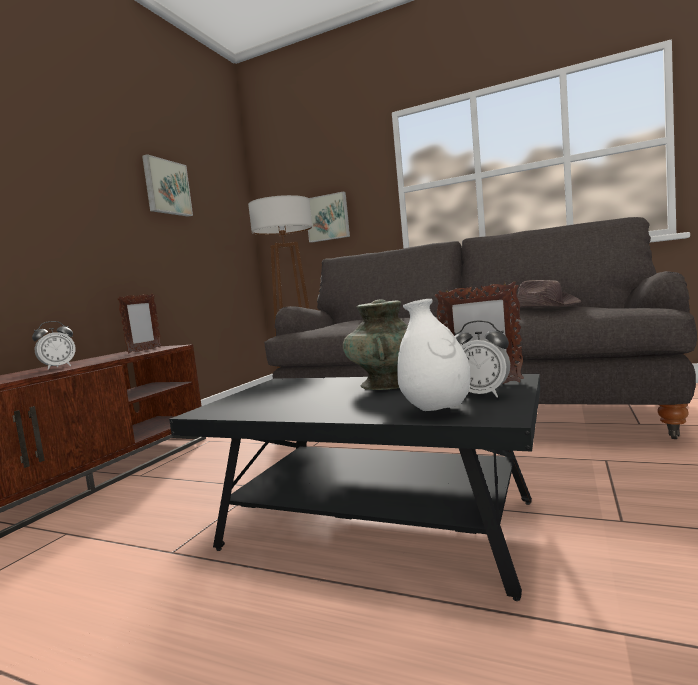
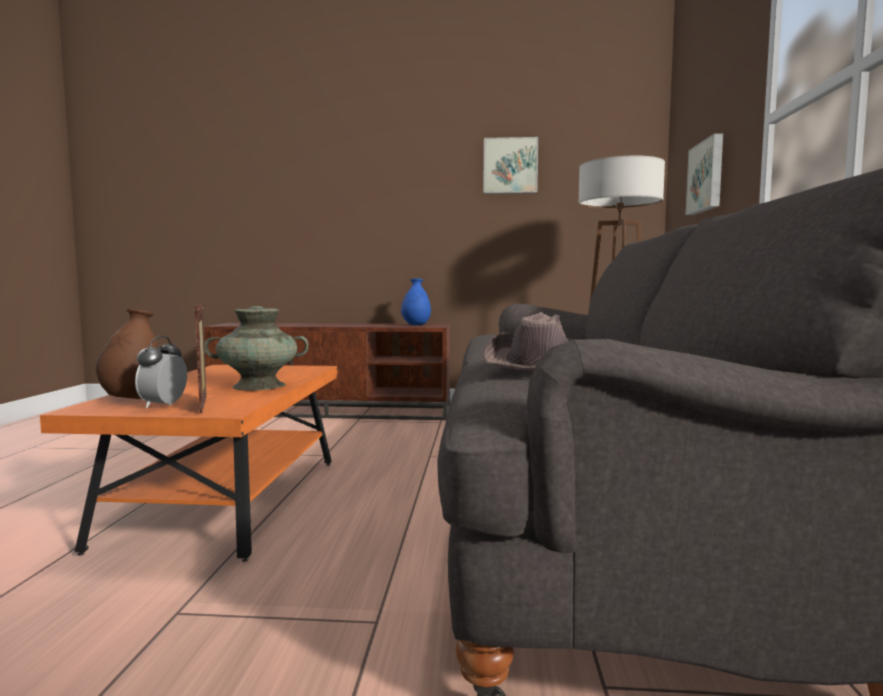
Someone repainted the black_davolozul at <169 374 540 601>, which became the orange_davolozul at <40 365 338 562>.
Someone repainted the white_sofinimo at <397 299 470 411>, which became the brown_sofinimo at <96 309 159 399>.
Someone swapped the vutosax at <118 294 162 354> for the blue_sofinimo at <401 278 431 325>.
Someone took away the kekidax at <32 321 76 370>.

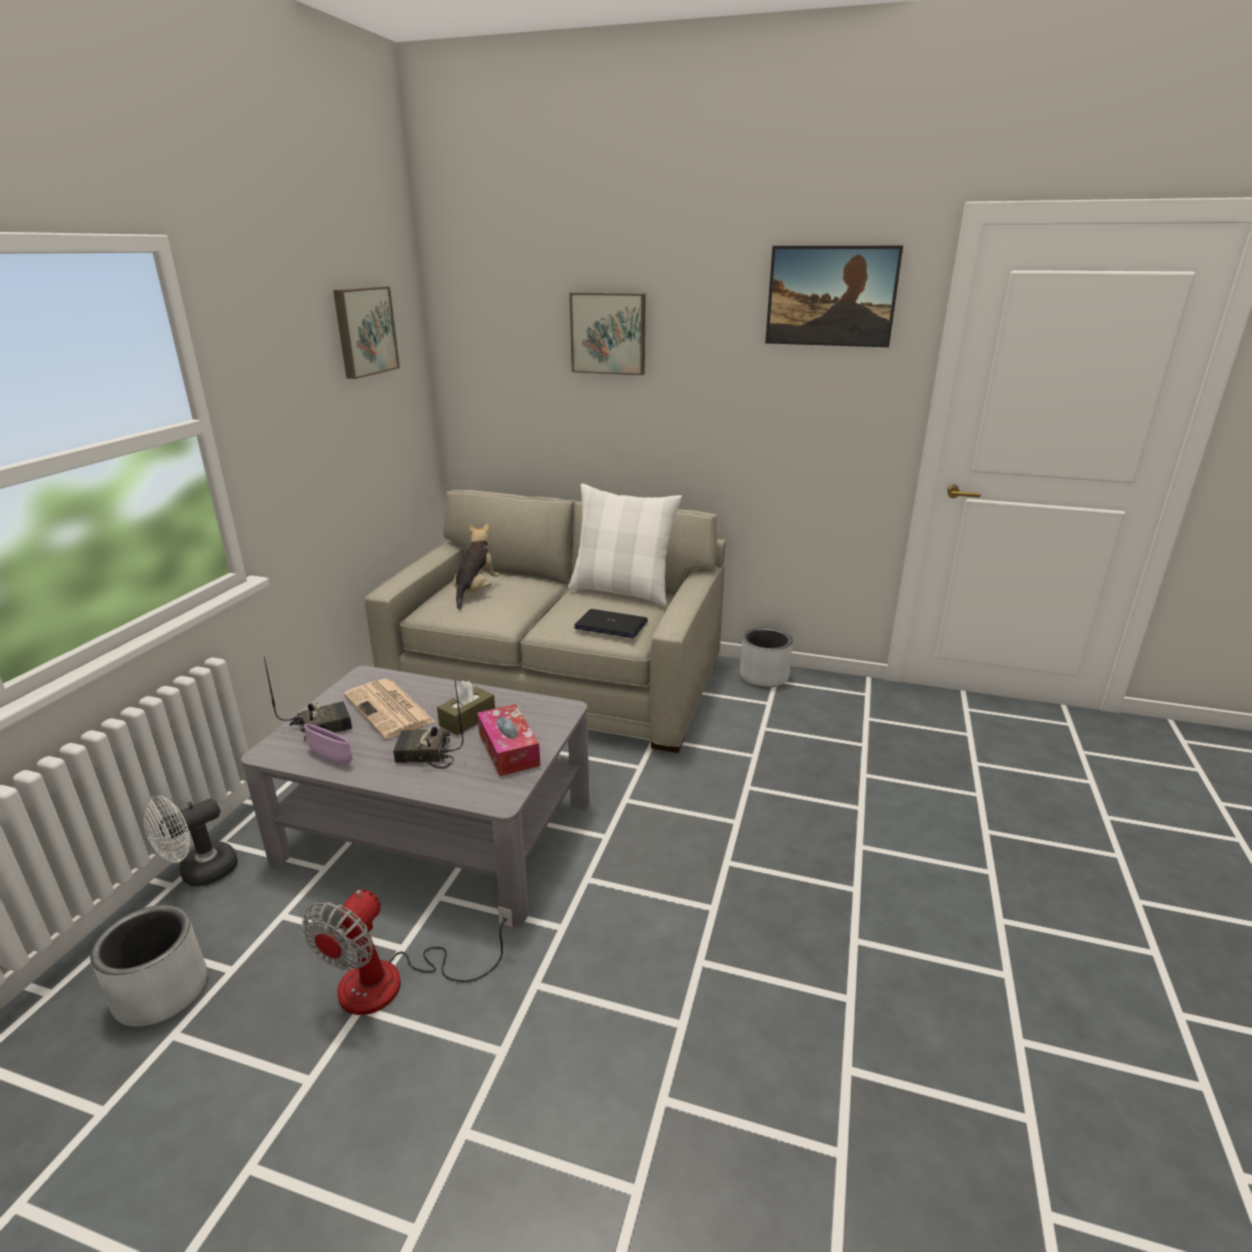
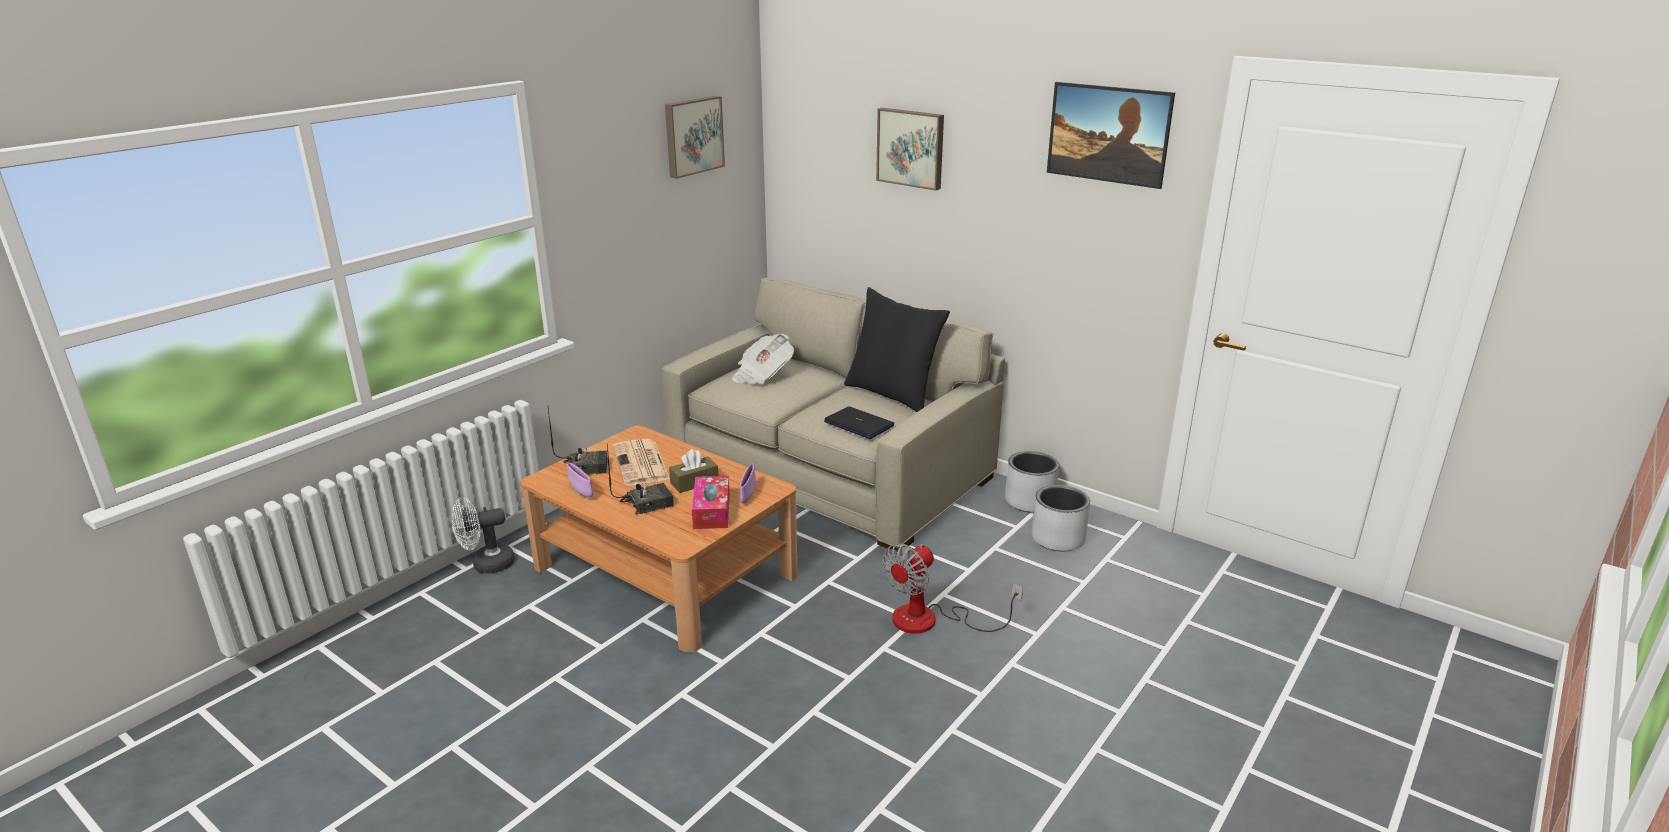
Someone repainted the grey_davolozul at <241 666 589 927>, which became the brown_davolozul at <521 426 797 653>.
Someone rotated the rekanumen at <393 682 464 769> by 135 degrees clockwise.
Someone swapped the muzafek at <454 524 499 610> for the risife at <732 334 794 385>.
Someone put down the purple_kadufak at <740 463 756 503>.
Someone repainted the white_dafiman at <568 484 682 606>, which became the black_dafiman at <844 287 950 412>.
Someone carried the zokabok from <302 889 513 1015> to <882 544 1023 634>.
Someone carried the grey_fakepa from <90 905 207 1027> to <1032 485 1090 551>.

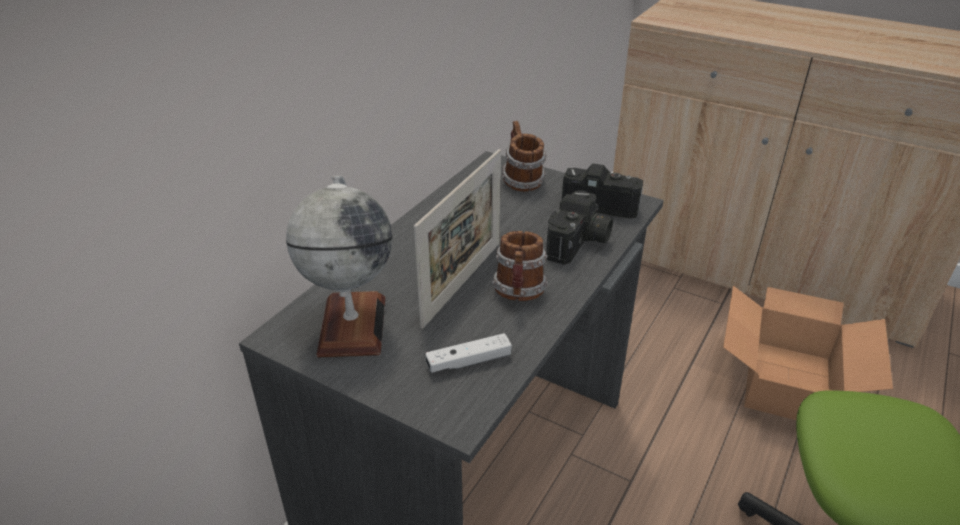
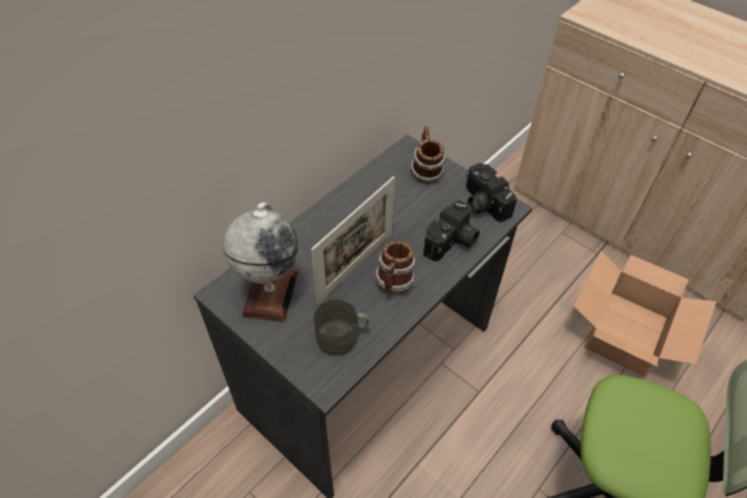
Someone swapped the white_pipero at <425 333 512 373> for the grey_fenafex at <314 300 370 356>.
Someone rotated the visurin at <562 163 643 218> by 150 degrees counterclockwise.

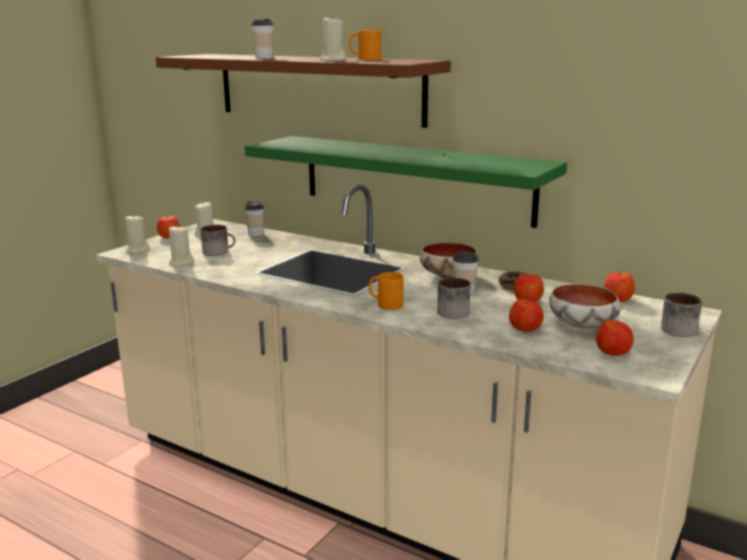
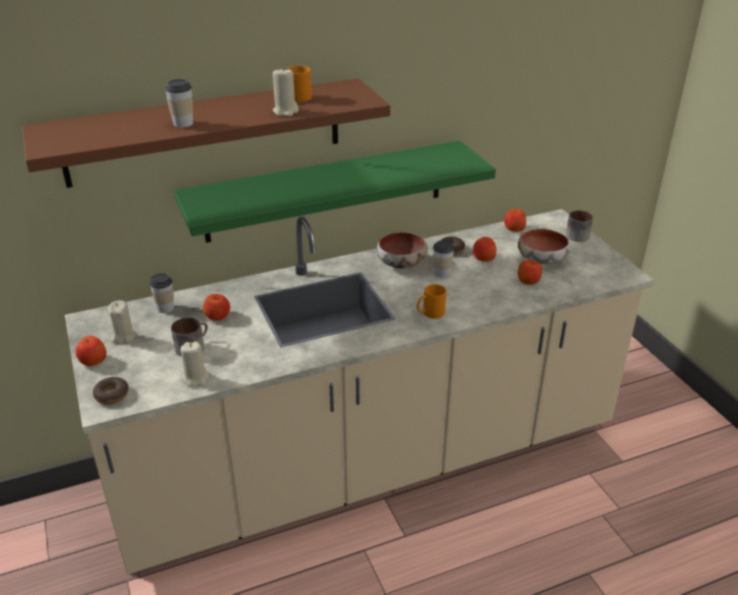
Someone swapped the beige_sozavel at <125 214 150 254> for the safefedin at <93 377 129 404>.
Someone carried the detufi from <596 319 634 356> to <203 294 230 321>.
Someone took away the fenafex at <437 277 471 319>.

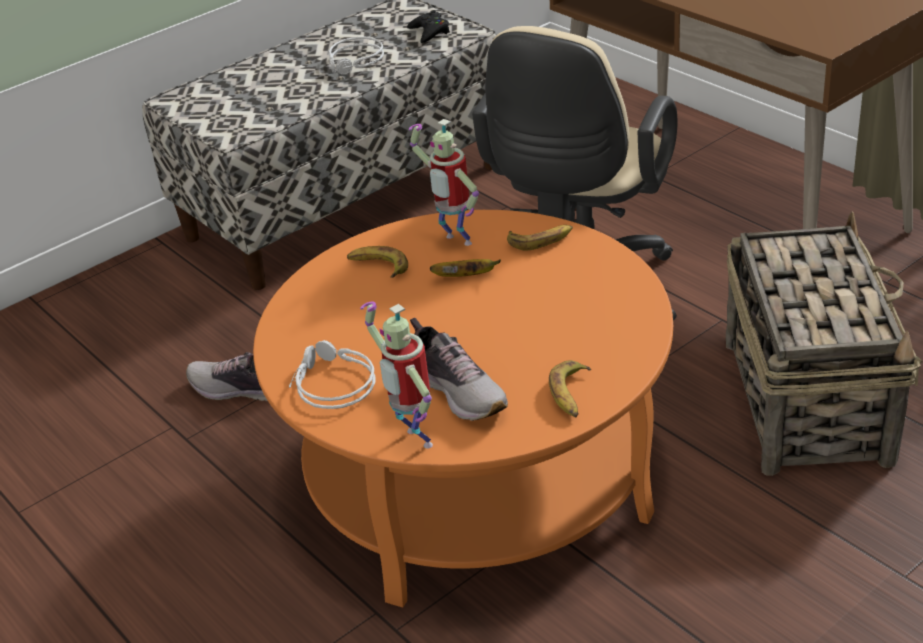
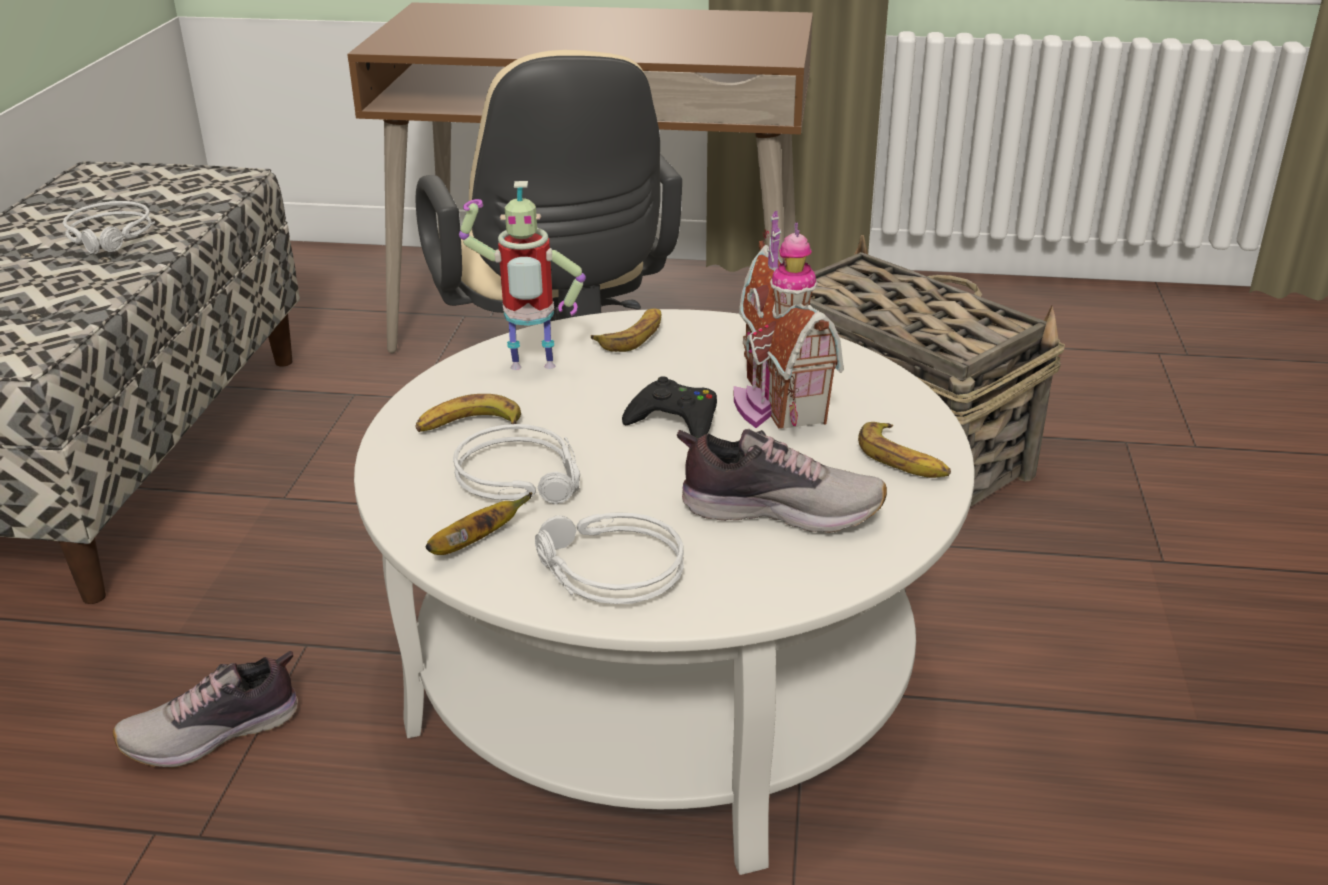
Someone repainted the orange_davolozul at <253 210 673 608>, which became the white_davolozul at <354 309 975 875>.
Someone carried the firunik from <430 259 501 277> to <426 492 533 555>.
Someone put down the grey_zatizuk at <453 424 580 504>.
Someone carried the black_pipero from <407 10 450 43> to <622 376 717 438>.
Someone put down the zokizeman at <734 211 844 429>.
Someone took away the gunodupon at <360 302 433 449>.

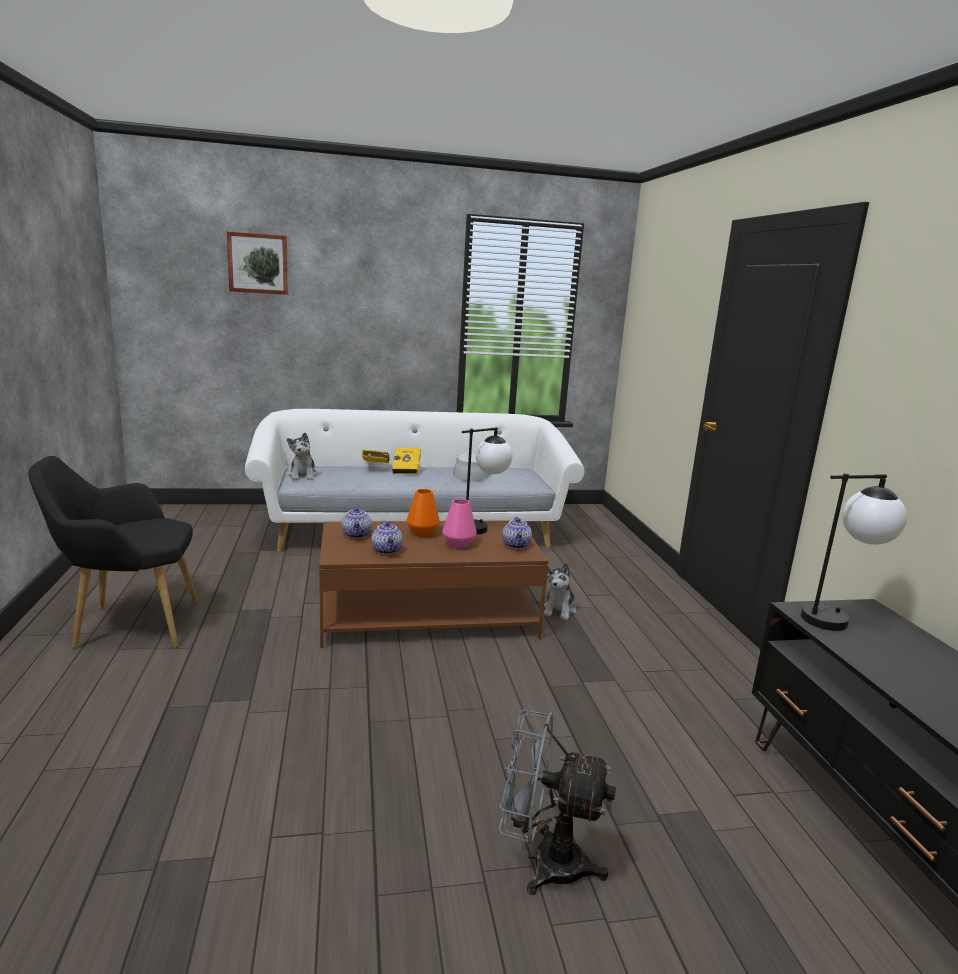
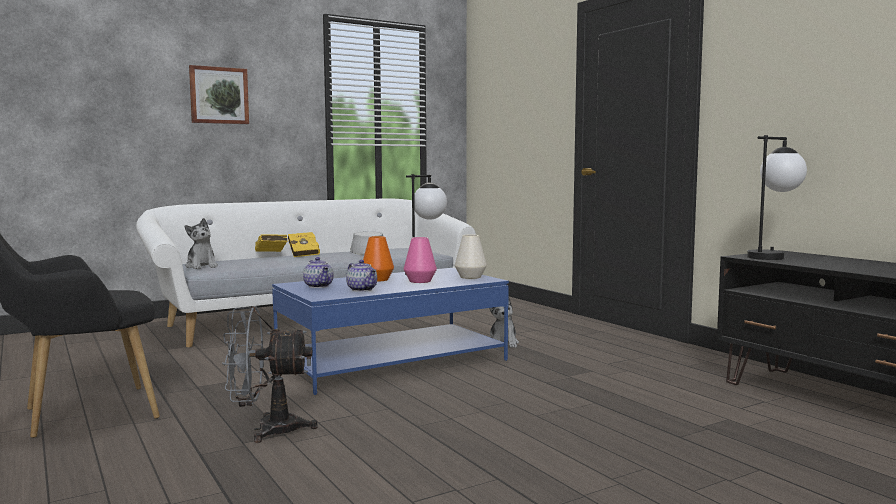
Someone carried the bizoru from <227 232 288 295> to <189 65 249 124>.
Someone carried the grey_zokabok from <499 710 616 895> to <222 306 318 443>.
Someone repainted the brown_davolozul at <319 521 549 648>, which became the blue_davolozul at <272 268 509 395>.
Someone swapped the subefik at <502 517 532 549> for the white_sofinimo at <455 234 487 279>.

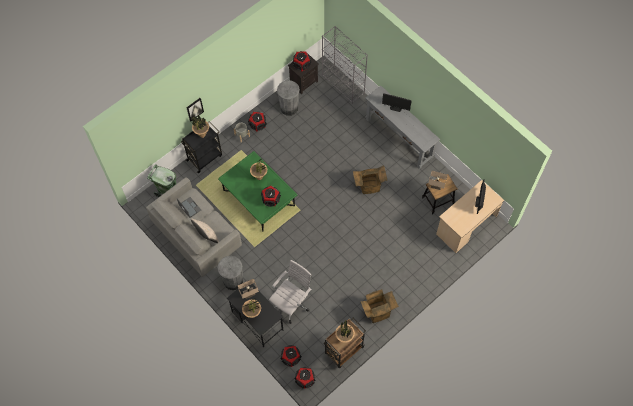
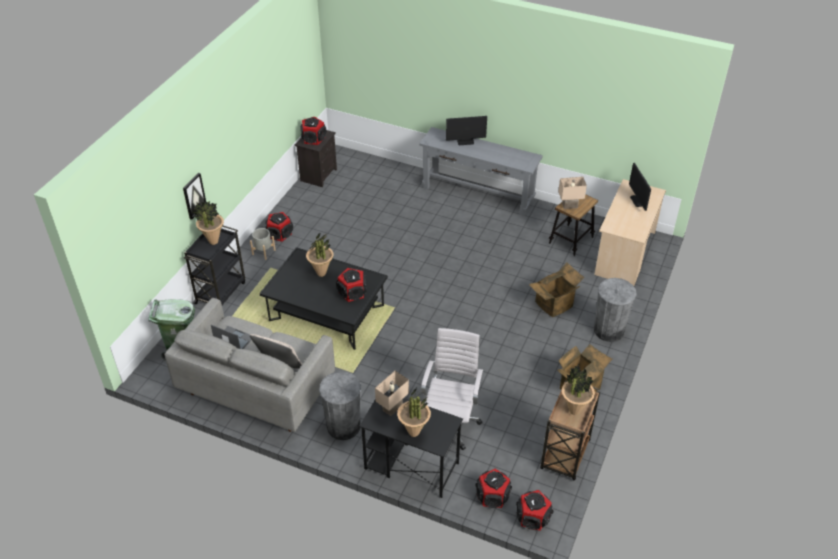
Someone repainted the green_davolozul at <218 151 297 231>, which became the black_davolozul at <259 247 388 350>.
Someone carried the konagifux from <353 165 387 194> to <529 263 585 317>.
Someone carried the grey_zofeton from <277 80 300 116> to <594 278 637 342>.
Someone took away the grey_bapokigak at <322 26 368 104>.

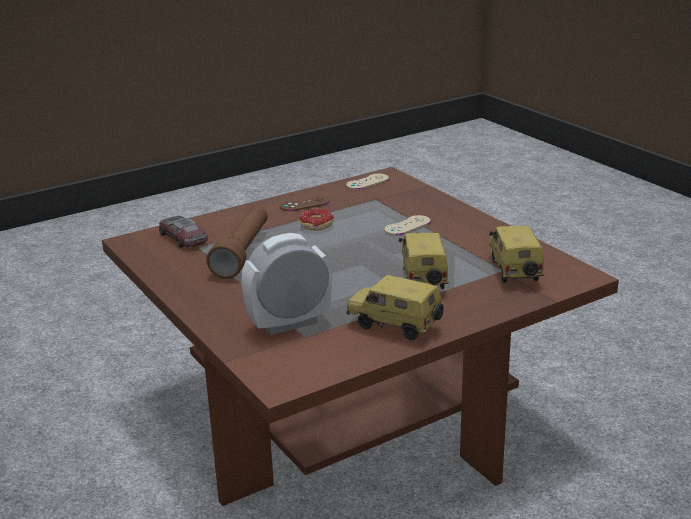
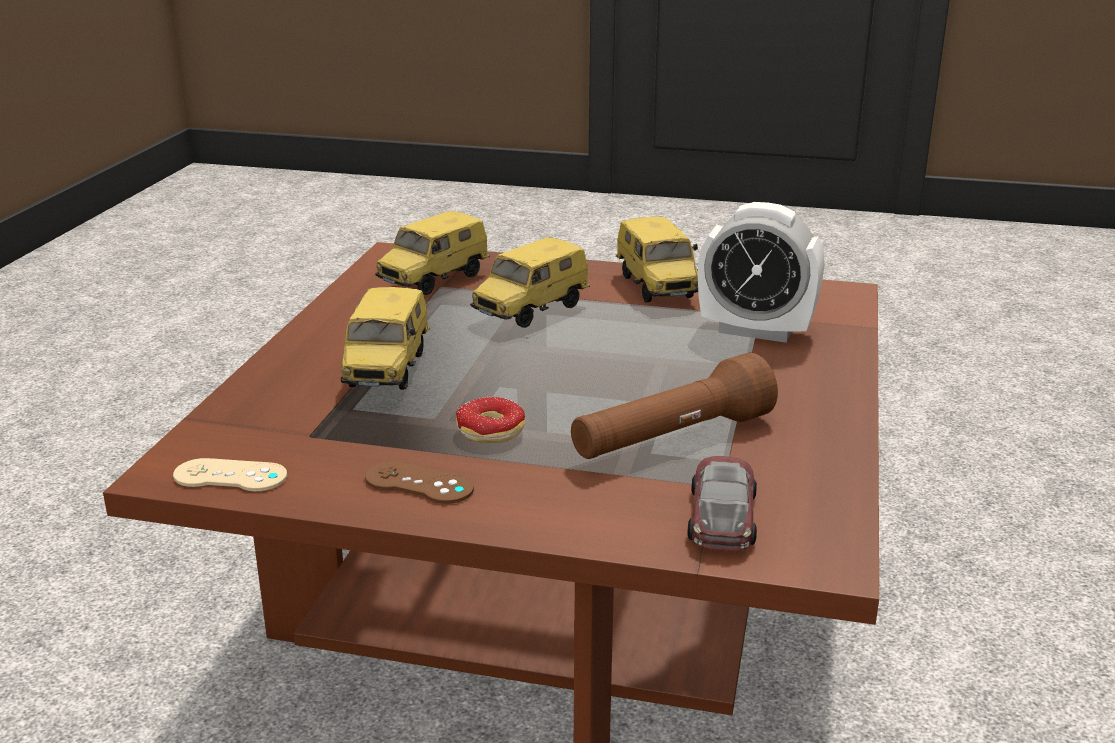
Someone swapped the beige_pipero at <384 215 431 235> for the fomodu at <340 287 430 390>.

